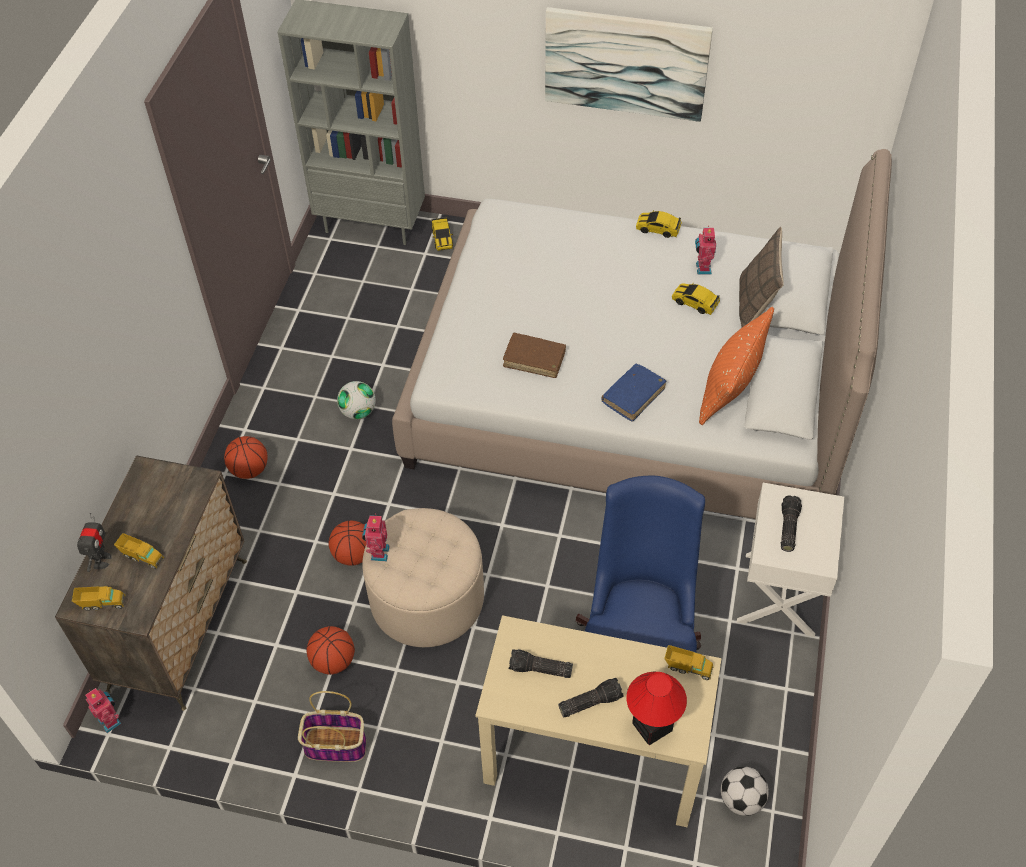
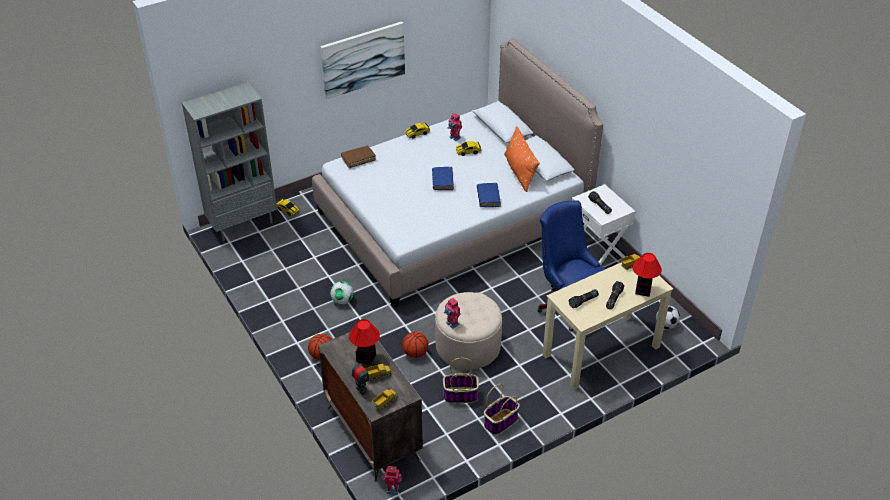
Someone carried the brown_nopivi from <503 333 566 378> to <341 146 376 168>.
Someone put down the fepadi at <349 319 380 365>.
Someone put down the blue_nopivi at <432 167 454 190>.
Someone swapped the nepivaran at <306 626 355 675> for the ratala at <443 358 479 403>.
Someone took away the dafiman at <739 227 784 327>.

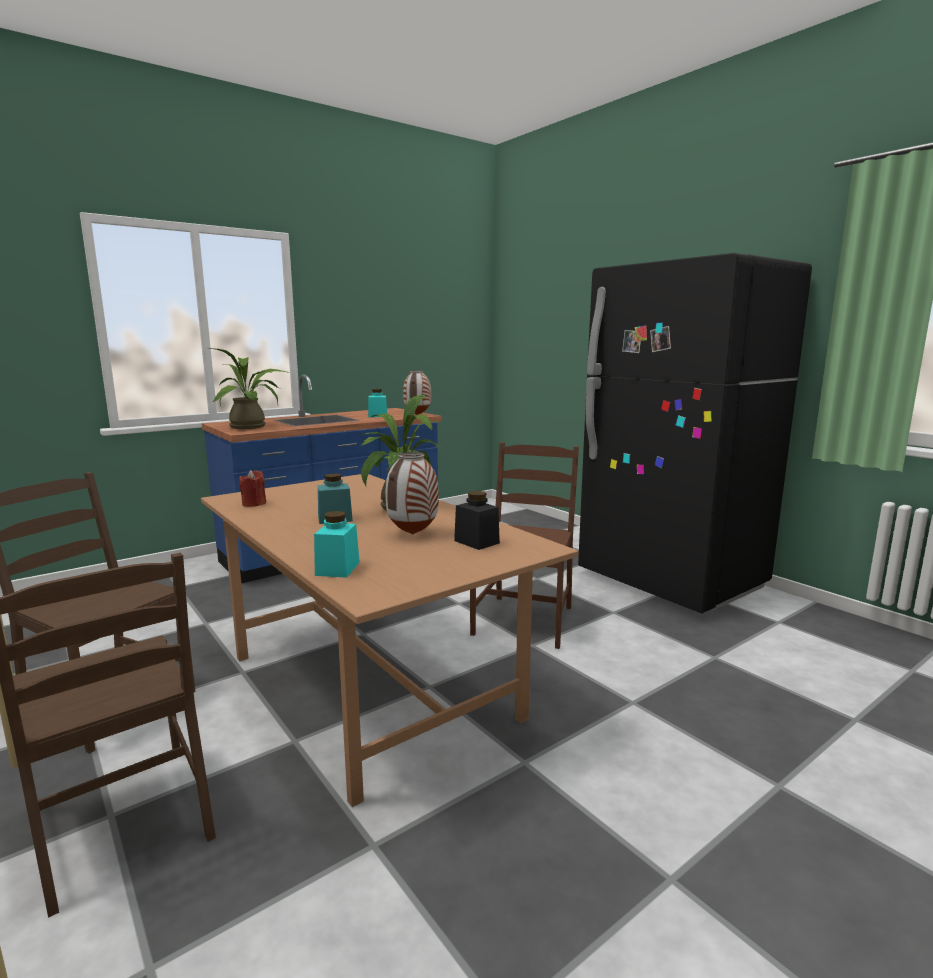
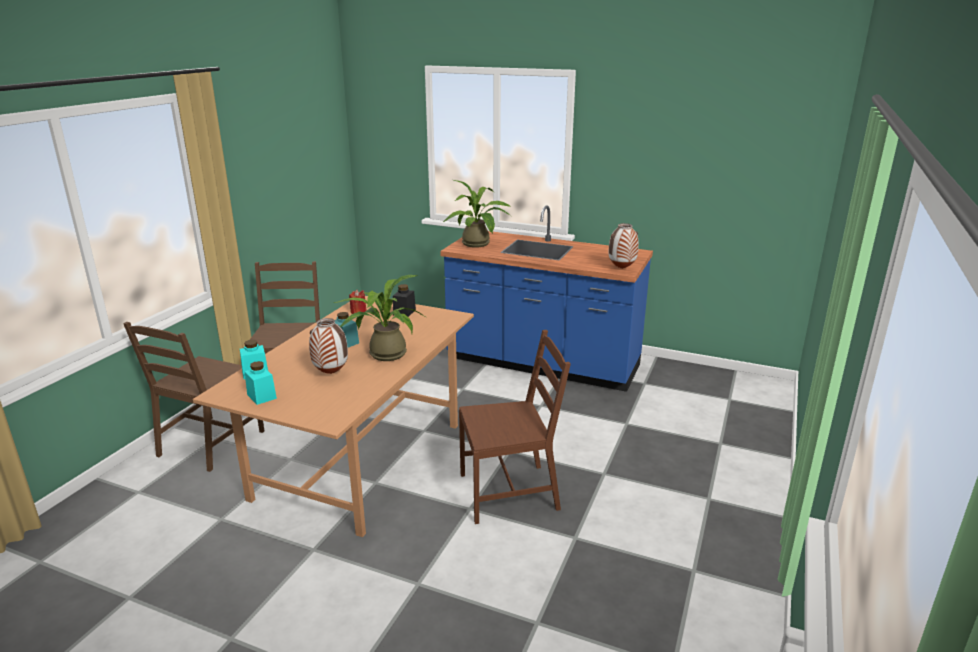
Someone carried the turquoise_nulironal from <368 389 387 417> to <245 361 277 405>.
Someone carried the black_nulironal from <454 491 500 550> to <393 284 416 317>.
Someone took away the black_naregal at <578 253 812 613>.

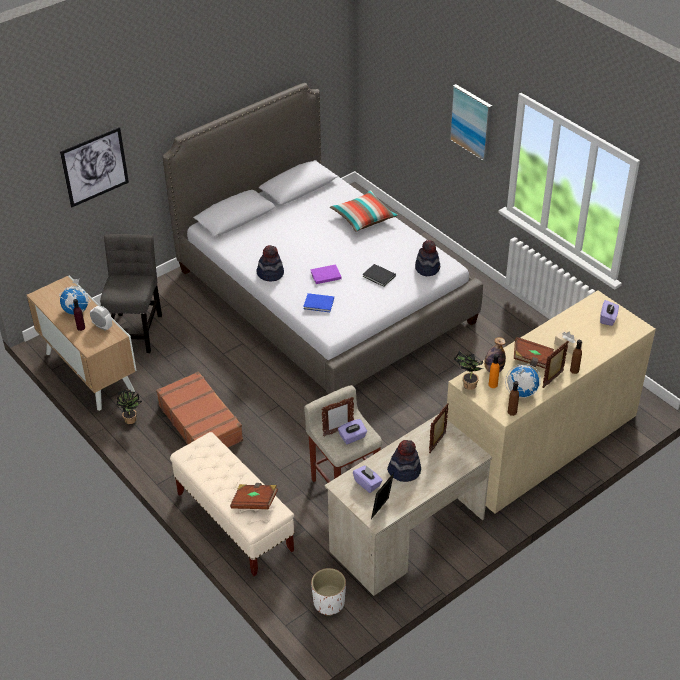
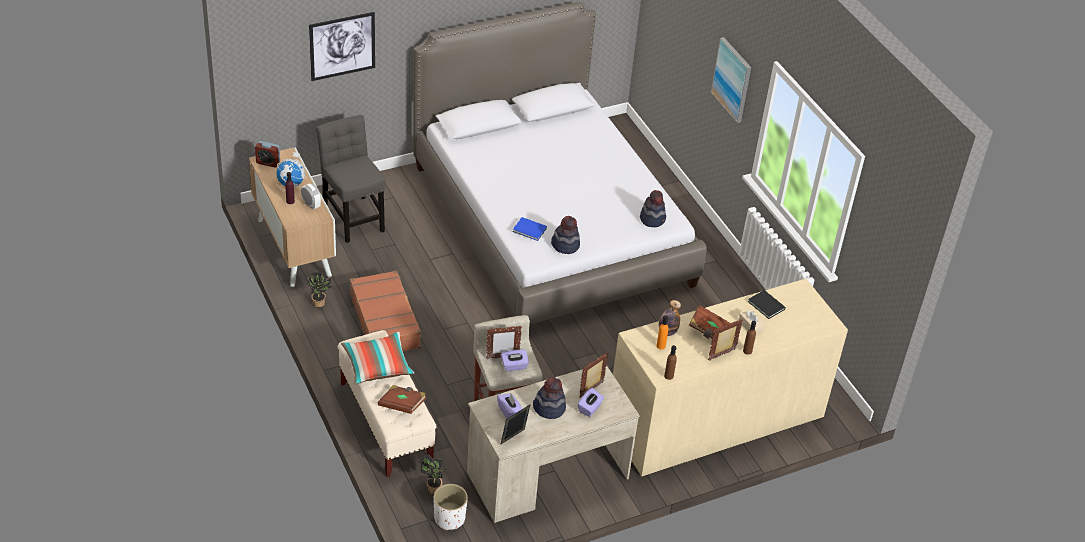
Someone put down the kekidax at <255 141 280 168>.
Someone rotated the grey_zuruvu at <100 234 162 353> by 45 degrees counterclockwise.
Someone carried the dafiman from <330 190 398 232> to <341 332 414 384>.
Someone carried the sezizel from <454 351 483 390> to <419 454 447 494>.
Someone carried the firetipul from <256 245 284 281> to <551 216 580 254>.
Someone carried the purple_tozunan from <600 300 619 326> to <578 388 604 417>.
Someone carried the black_nopivi from <363 264 396 287> to <748 290 786 319>.
Someone took away the purple_nopivi at <310 264 341 284>.
Someone took away the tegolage at <505 364 541 398>.

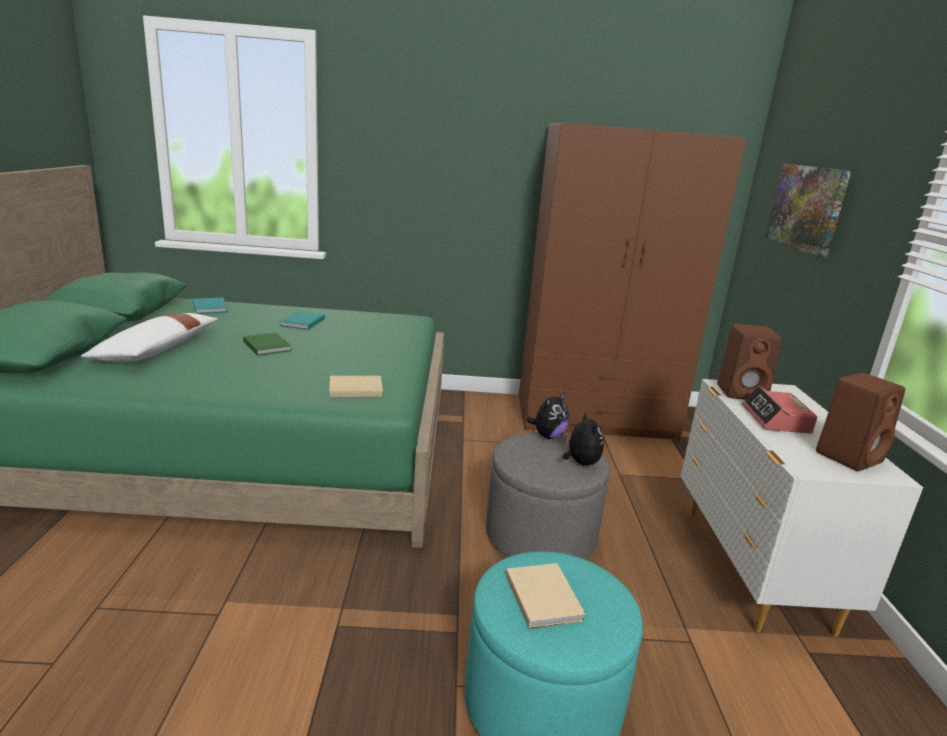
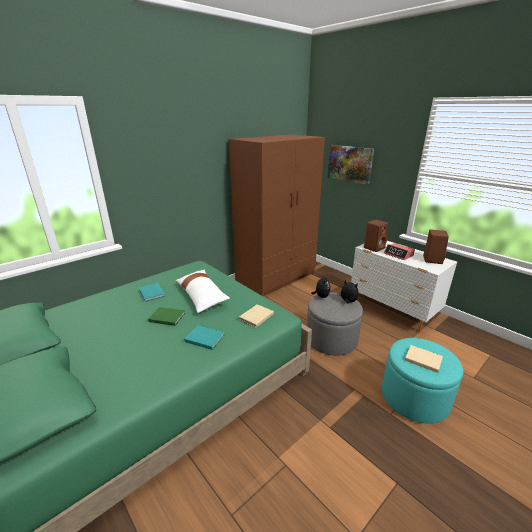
Someone carried the white_dafiman from <81 313 218 362> to <176 270 230 313>.
Someone carried the turquoise_nopivi from <193 298 228 314> to <184 325 224 350>.

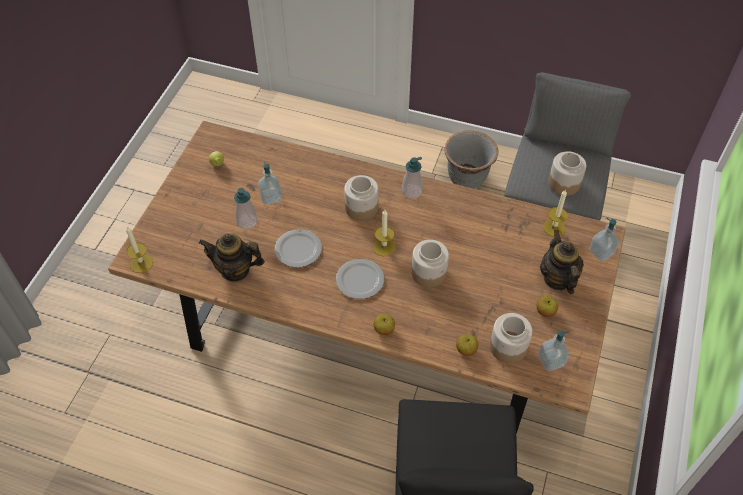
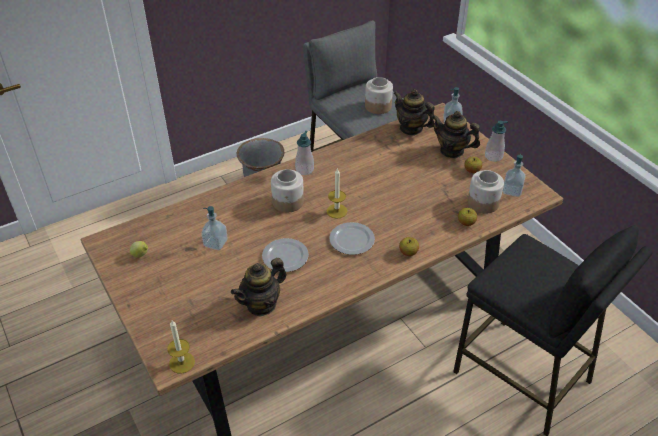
Someone swapped the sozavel at <543 189 568 237> for the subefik at <394 89 435 135>.
Someone carried the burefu from <234 188 257 229> to <485 121 508 162>.
Someone took away the nulironal at <411 240 449 288>.

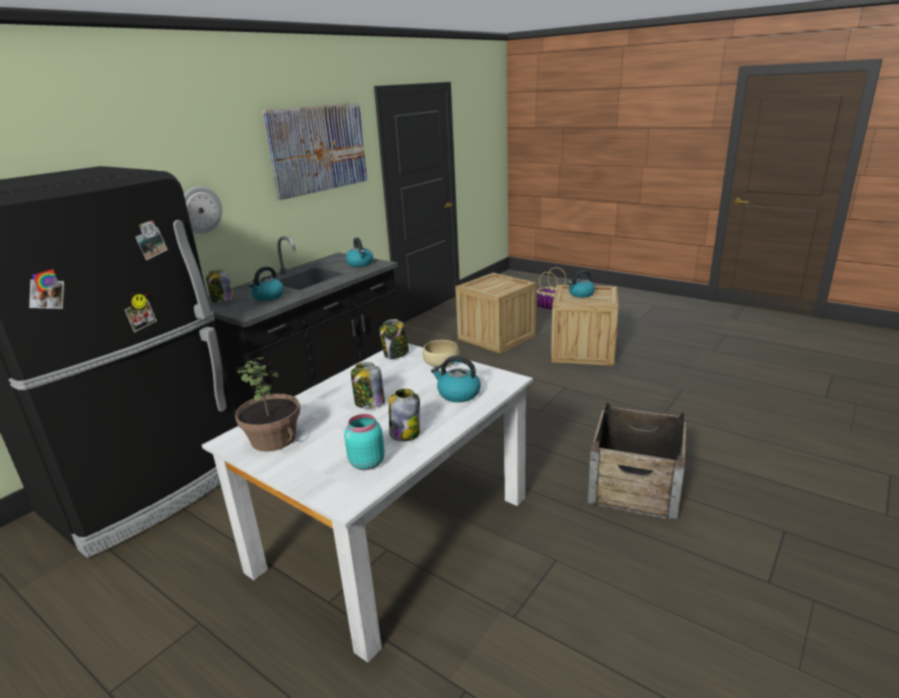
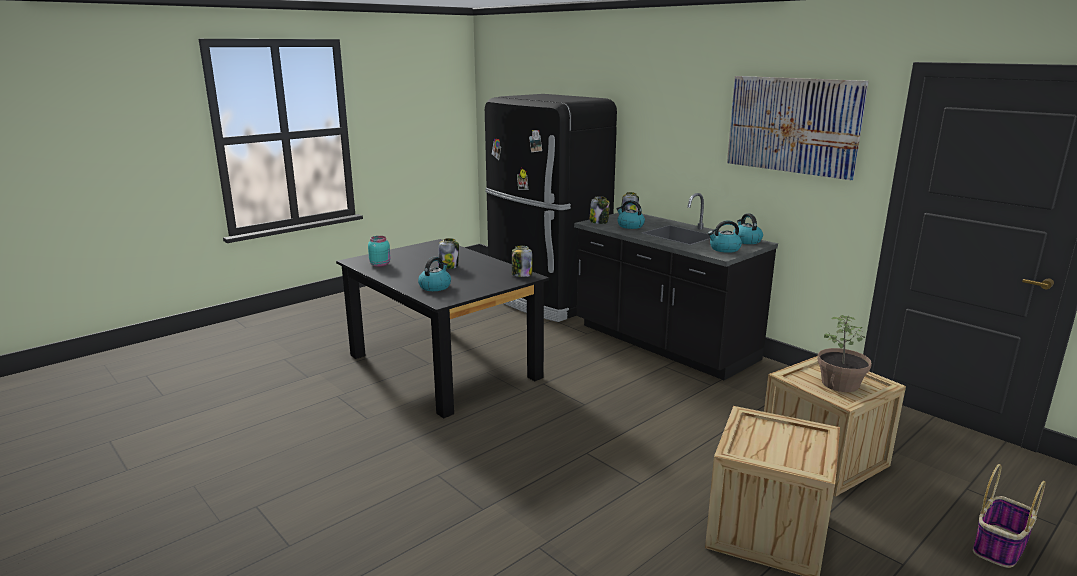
Someone repainted the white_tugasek at <202 343 533 663>, which became the black_tugasek at <336 239 549 419>.
Someone carried the nulironal from <389 389 420 442> to <590 196 610 224>.
Someone carried the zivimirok from <568 270 595 298> to <733 213 763 244>.
Someone carried the sezizel from <235 357 300 451> to <817 315 872 392>.
Someone took away the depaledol at <184 186 222 234>.
Someone took away the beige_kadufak at <422 340 459 367>.
Someone took away the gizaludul at <587 402 687 522>.

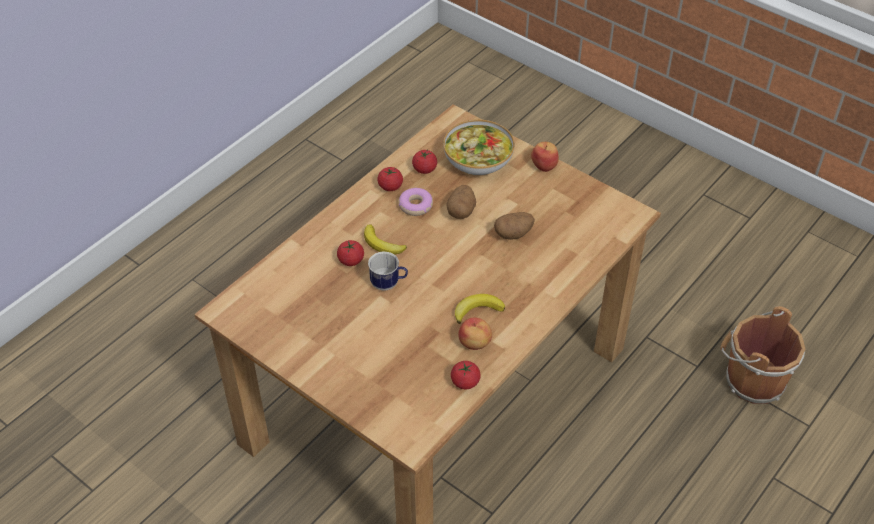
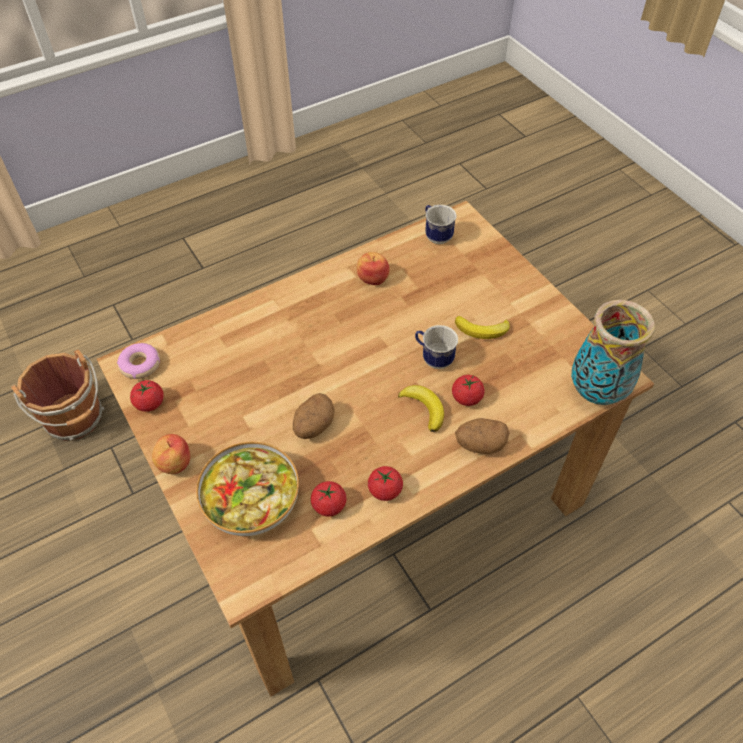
Someone carried the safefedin from <398 188 433 216> to <117 343 160 379>.
Someone carried the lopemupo from <451 361 481 389> to <130 380 164 412>.
Someone put down the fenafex at <425 205 456 244>.
Someone carried the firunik from <455 294 505 324> to <455 316 510 339>.
Someone carried the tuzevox from <494 212 535 240> to <455 418 510 454>.
Someone put down the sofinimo at <571 300 655 405>.

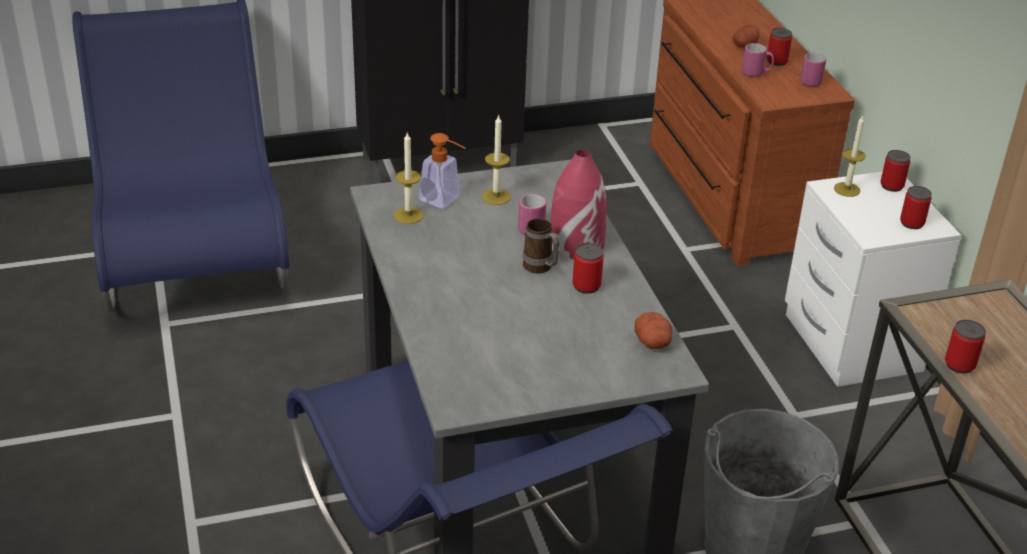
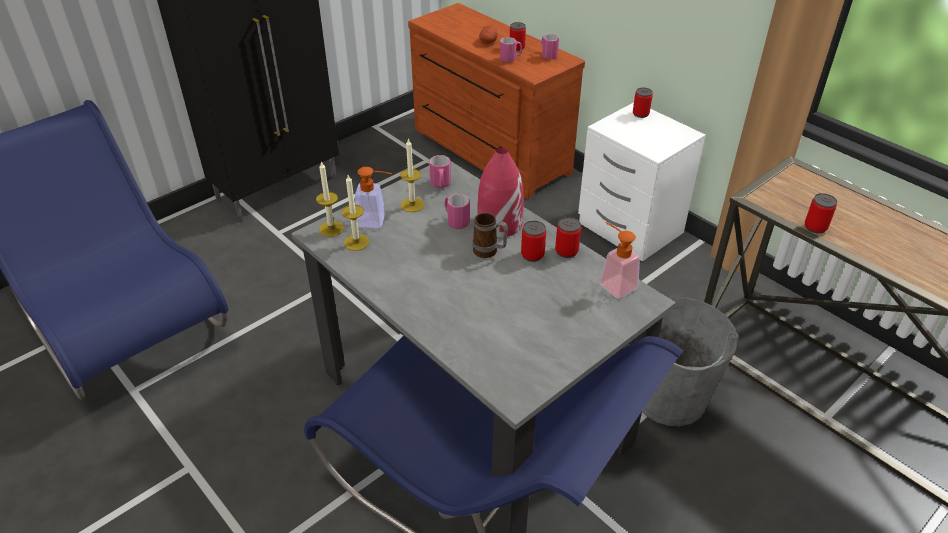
Someone carried the sozavel from <834 115 866 197> to <316 161 344 237>.
Someone put down the pink_fenafex at <429 155 451 188>.
Someone carried the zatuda from <900 186 932 229> to <555 217 581 258>.
Someone swapped the tuzevox at <634 312 672 349> for the burefu at <600 222 640 299>.

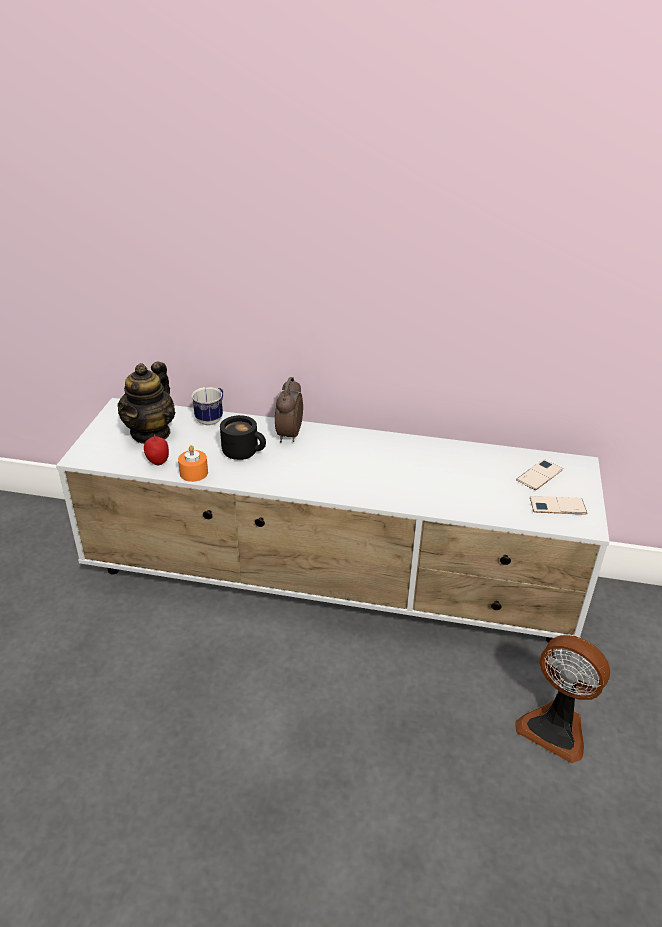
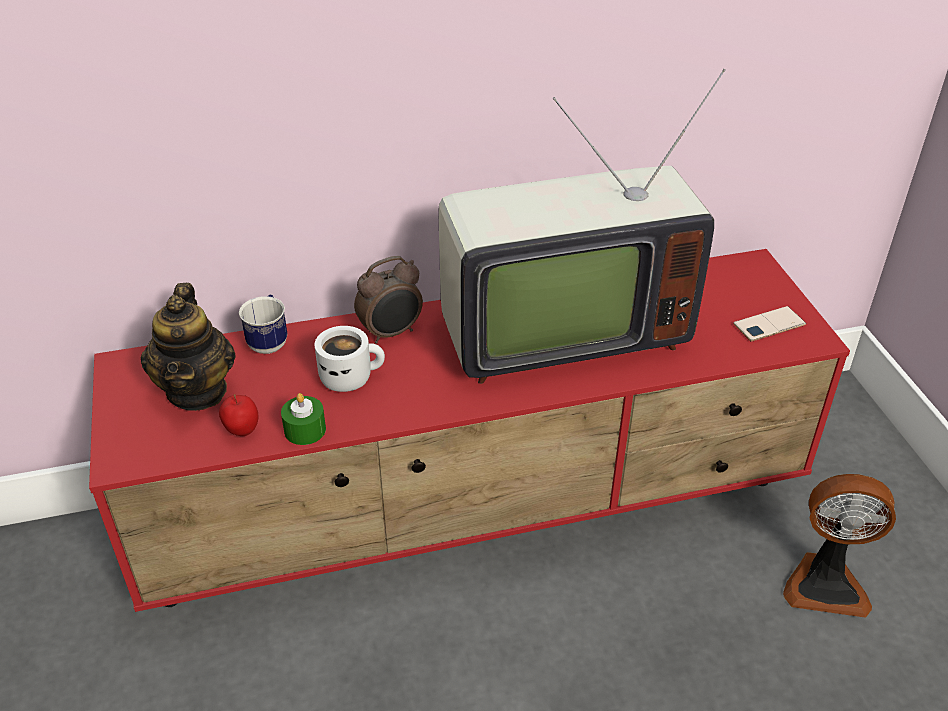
Someone repainted the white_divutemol at <56 398 609 643>, which became the red_divutemol at <89 249 850 612>.
Someone repainted the orange_sozavel at <178 445 208 482>, which became the green_sozavel at <281 393 326 445>.
Someone repainted the black_fenafex at <220 415 266 460>, which became the white_fenafex at <314 326 385 392>.
Someone rotated the kekidax at <275 377 303 442> by 105 degrees counterclockwise.
Someone put down the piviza at <439 69 725 384>.
Someone took away the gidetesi at <516 459 563 490>.

